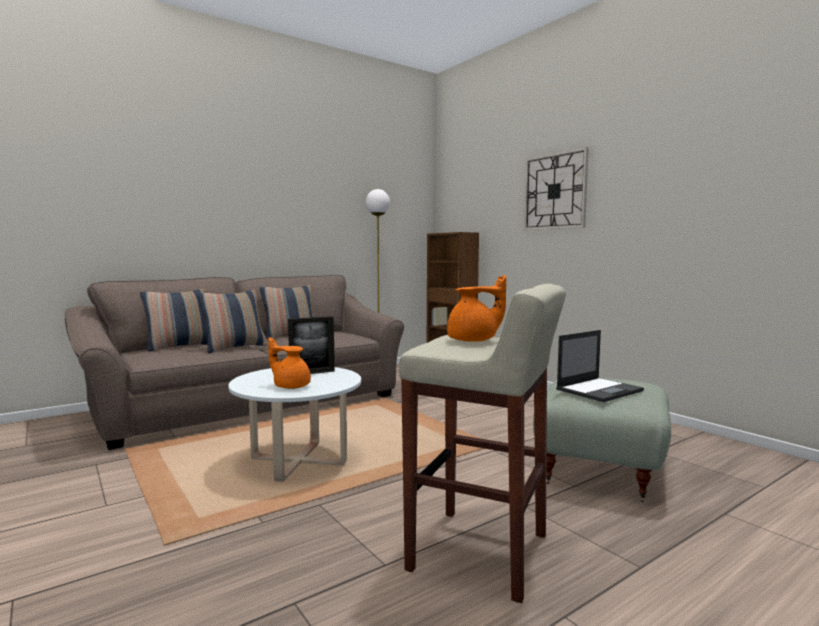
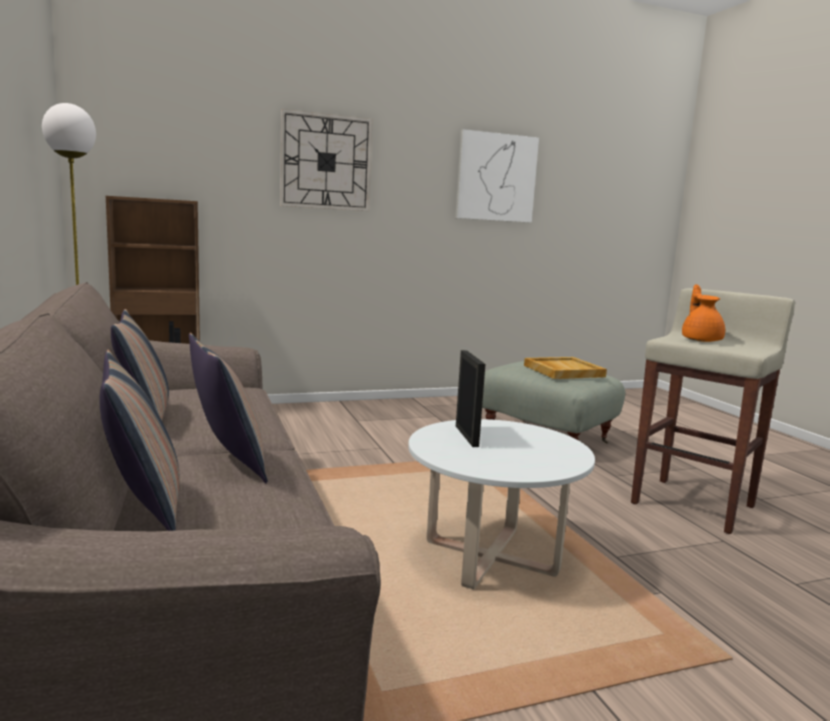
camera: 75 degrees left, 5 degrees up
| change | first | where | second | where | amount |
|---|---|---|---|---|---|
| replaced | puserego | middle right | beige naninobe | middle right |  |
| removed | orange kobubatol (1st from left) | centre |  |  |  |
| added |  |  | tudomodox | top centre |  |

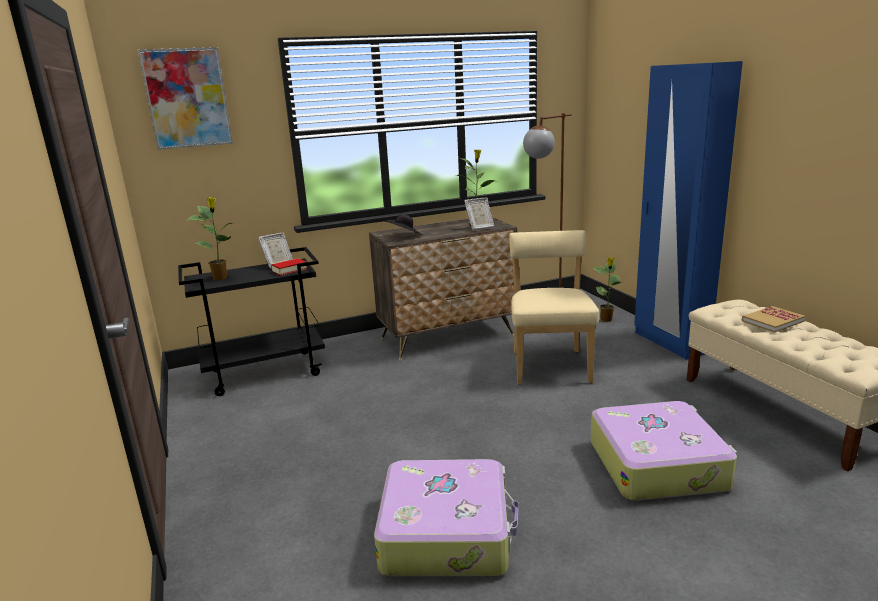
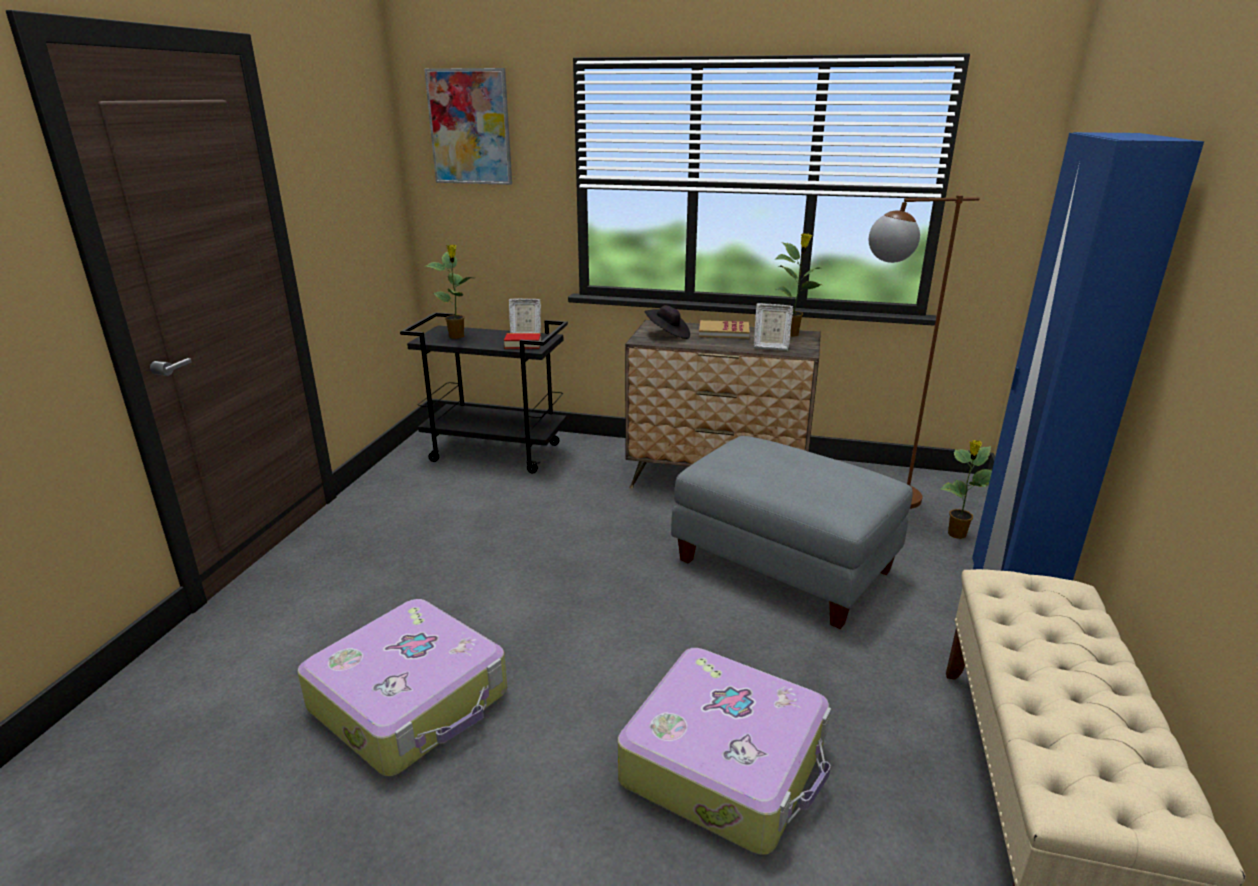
camera: 35 degrees right, 5 degrees up
| change | first | where | second | where | amount |
|---|---|---|---|---|---|
| replaced | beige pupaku | centre | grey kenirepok | centre |  |
| moved | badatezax (2nd from left) | middle right |  | centre |  |

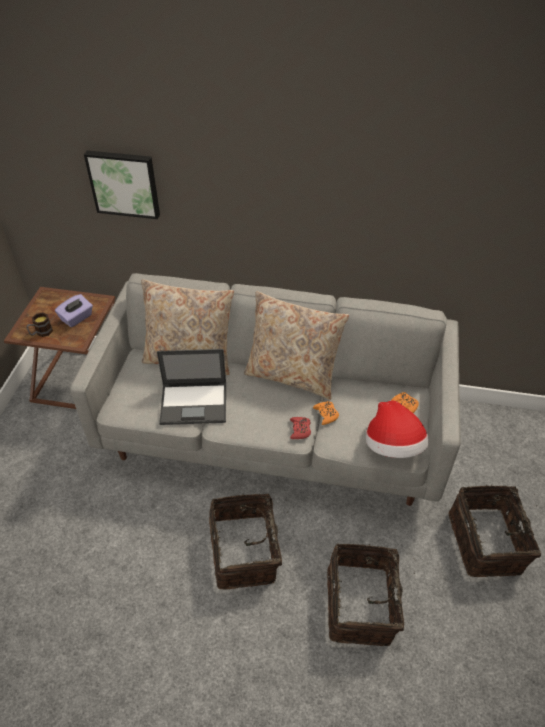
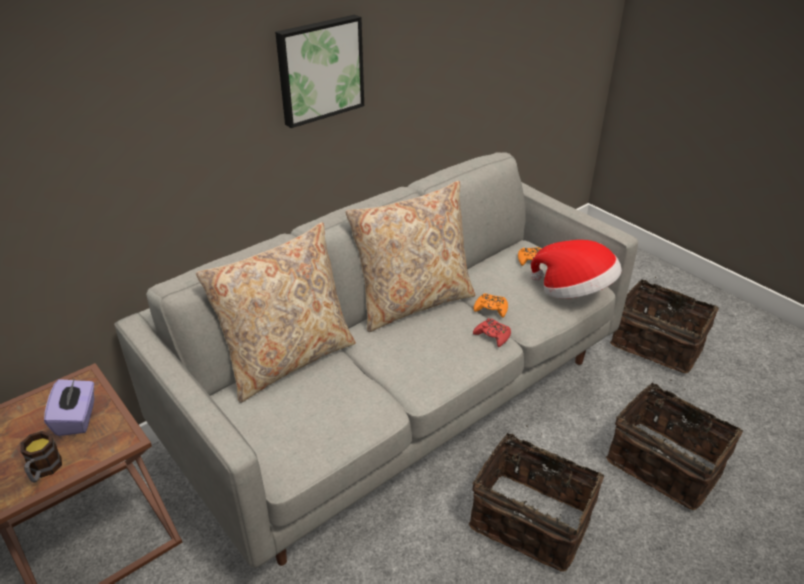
camera: 50 degrees left, 10 degrees down
| change | first | where | second | where | amount |
|---|---|---|---|---|---|
| moved | tudomodox | top left |  | top centre |  |
| removed | puserego | centre |  |  |  |

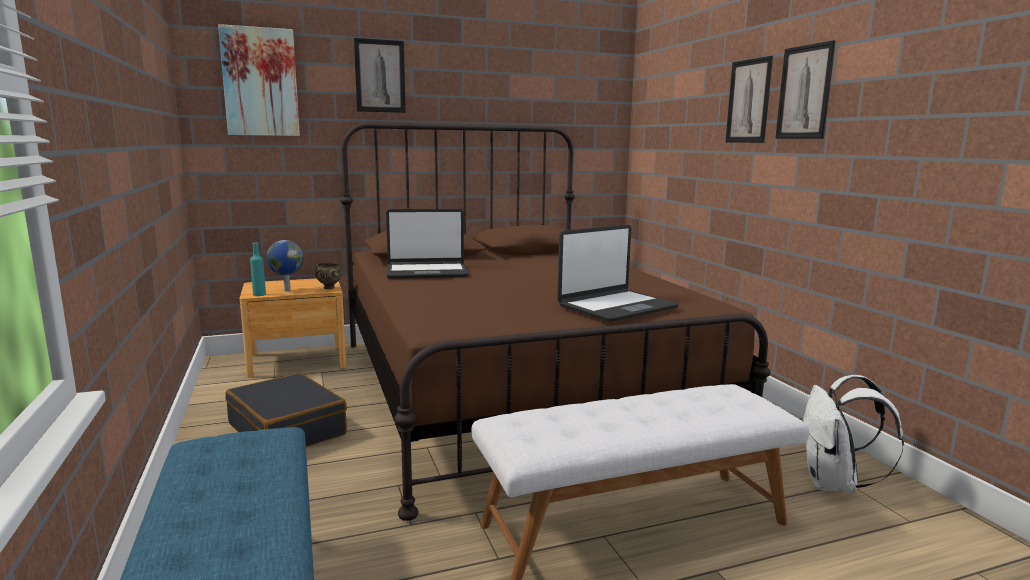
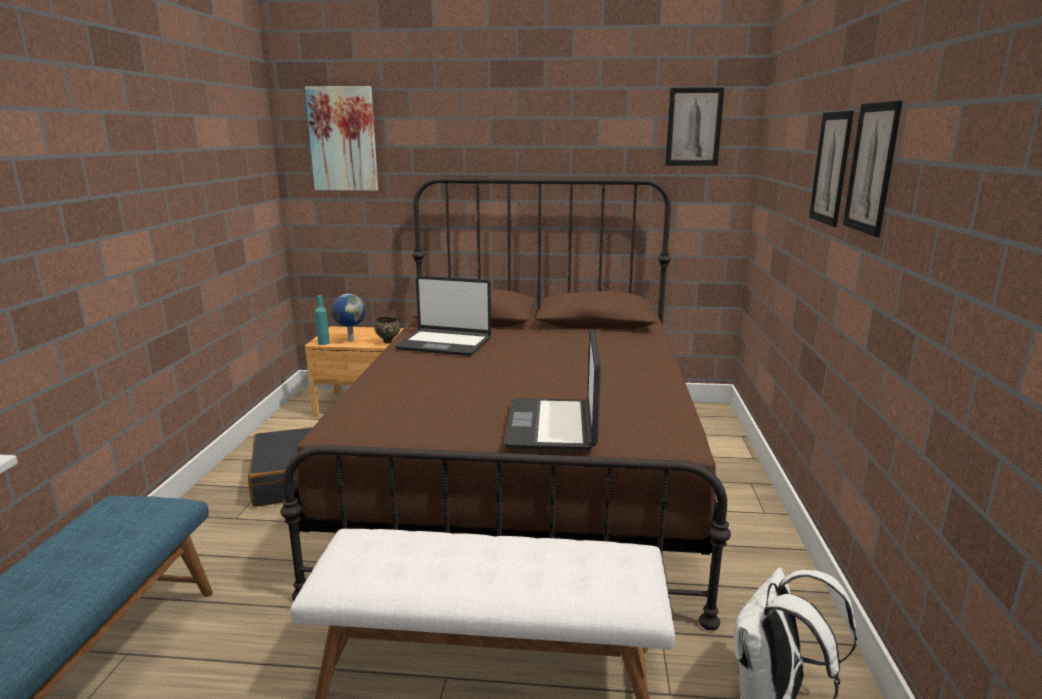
camera: 25 degrees right, 5 degrees up
| change | first | where | second | where | amount |
|---|---|---|---|---|---|
| moved | tudomodox (2nd from left) | top centre |  | top right |  |
| turned | puserego (2nd from left) | centre |  | centre | 105 degrees clockwise |

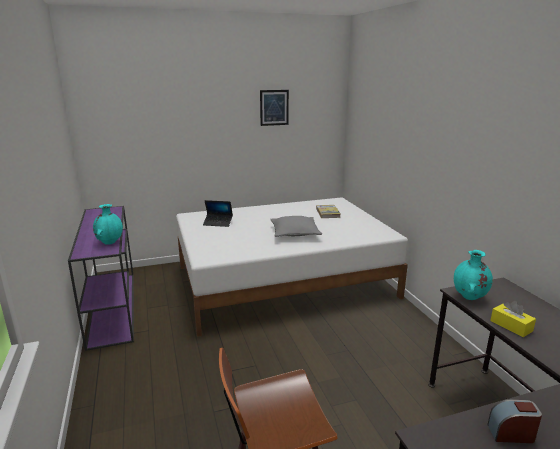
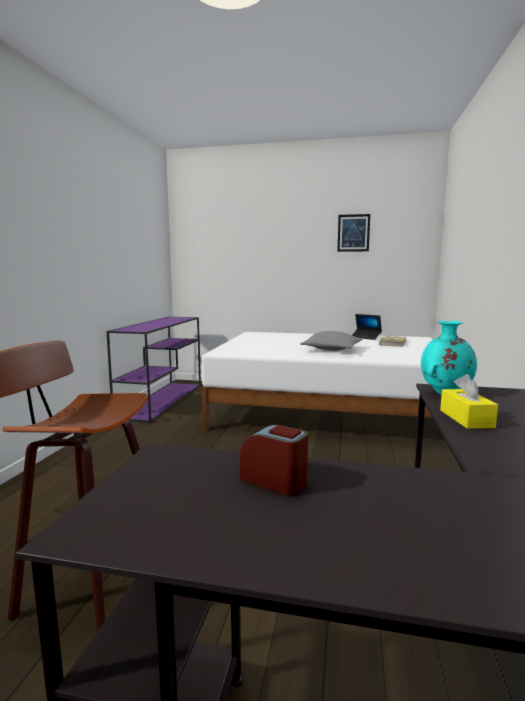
camera: 30 degrees right, 10 degrees down
| change | first | where | second | where | amount |
|---|---|---|---|---|---|
| moved | puserego | centre |  | middle right |  |
| removed | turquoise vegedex (1st from left) | middle left |  |  |  |

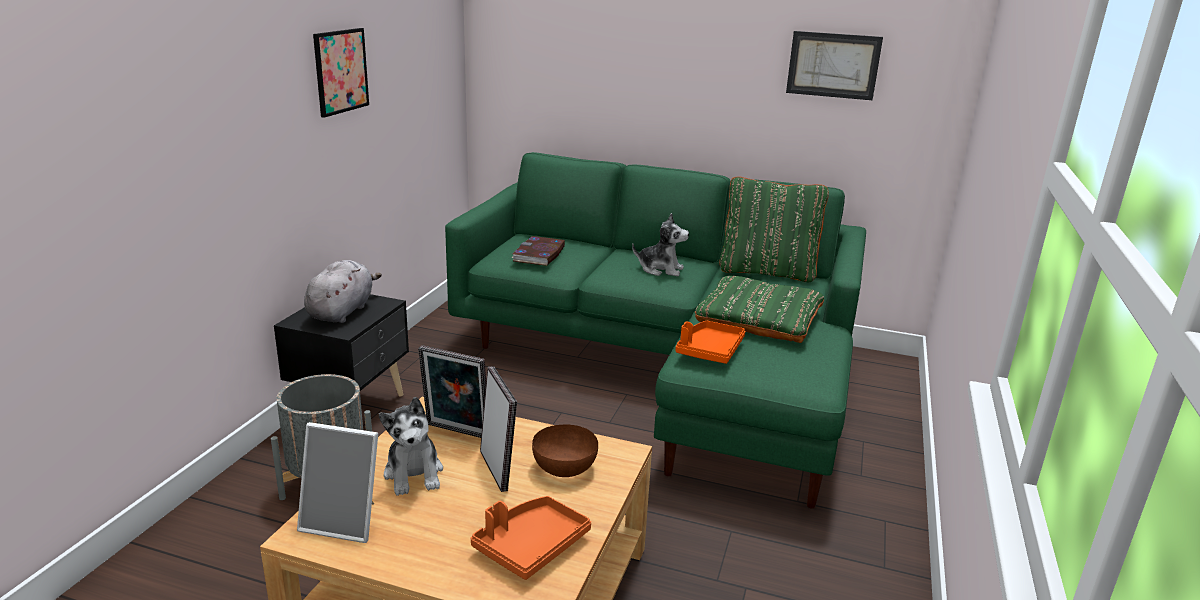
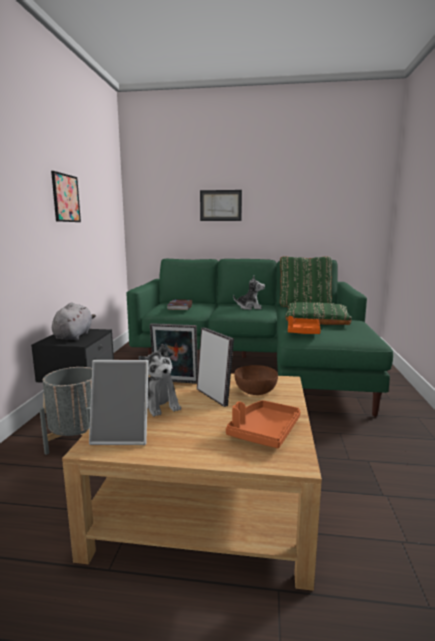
camera: 10 degrees left, 10 degrees down
| change | first | where | second | where | amount |
|---|---|---|---|---|---|
| moved | tudomodox (2nd from left) | top right |  | top centre |  |

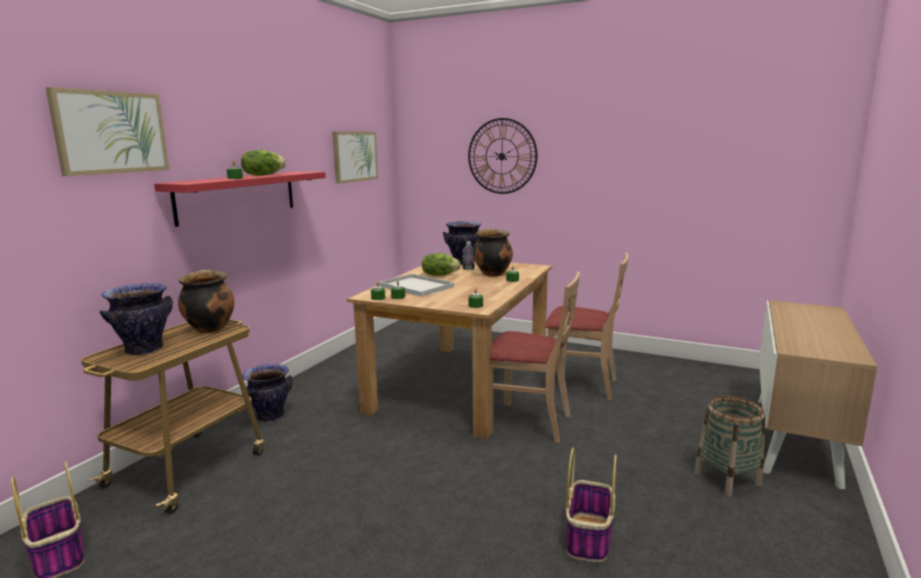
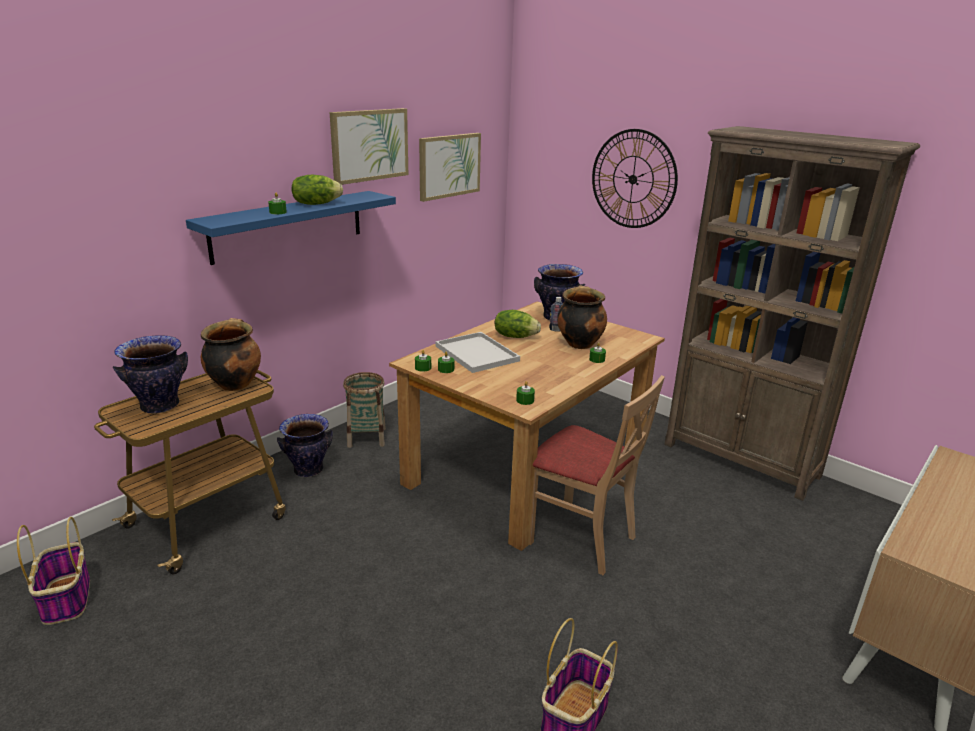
camera: 15 degrees right, 10 degrees up
| change | first | where | second | where | amount |
|---|---|---|---|---|---|
| moved | tudomodox (1st from left) | top left |  | top centre |  |
| recoloured | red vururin | middle left | blue vururin | top left |  |
| removed | beige pupaku (2nd from left) | centre |  |  |  |
| moved | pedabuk (3rd from left in the first image) | bottom right | pedabuk (2nd from left) | centre |  |
| added |  |  | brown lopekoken | middle right |  |

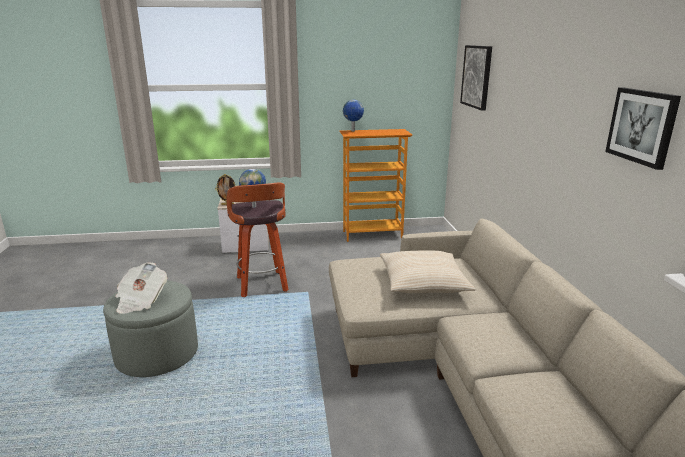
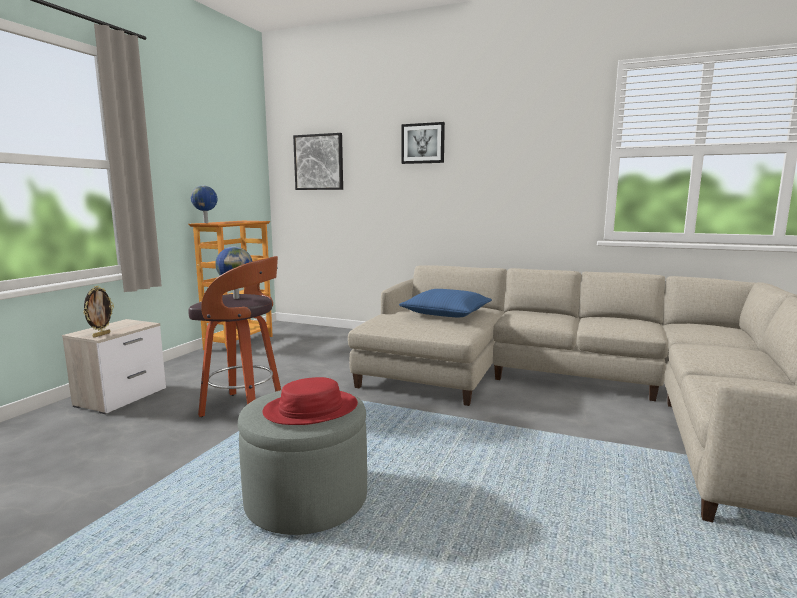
camera: 60 degrees left, 10 degrees down
| change | first | where | second | where | amount |
|---|---|---|---|---|---|
| moved | tudomodox (2nd from left) | top right |  | top centre |  |
| recoloured | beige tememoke | centre | blue tememoke | centre |  |
| replaced | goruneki | middle left | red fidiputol | bottom centre |  |

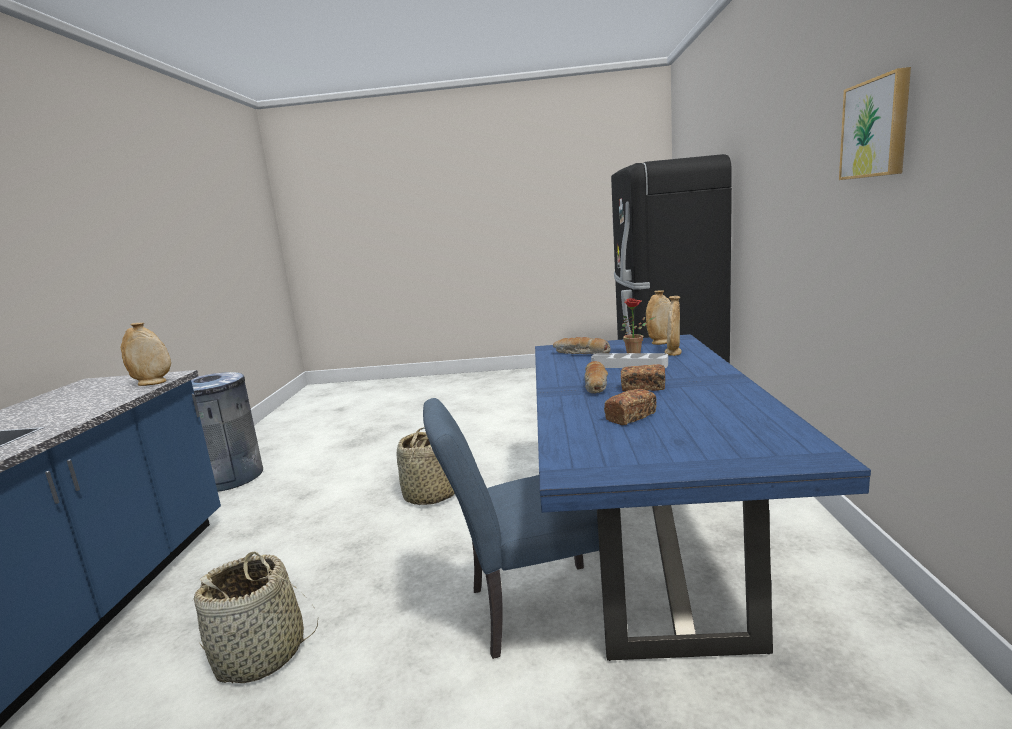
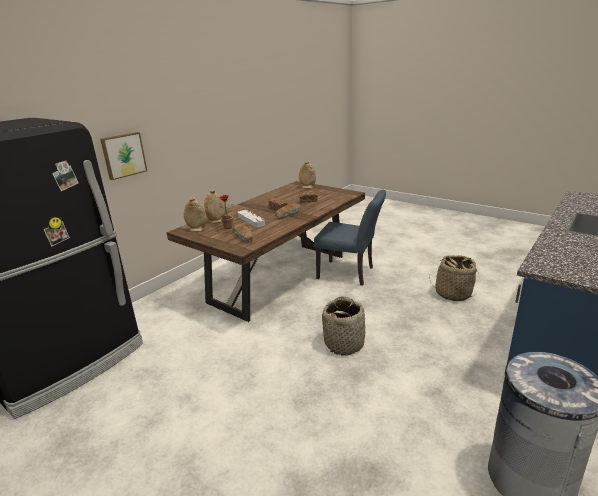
camera: 145 degrees left, 10 degrees up
| change | first | where | second | where | amount |
|---|---|---|---|---|---|
| moved | tudomodox | top right |  | top left |  |
| moved | beige vegedex (1st from left in the first image) | middle left | beige vegedex (3rd from left) | centre |  |
| recoloured | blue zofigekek | bottom right | brown zofigekek | centre |  |

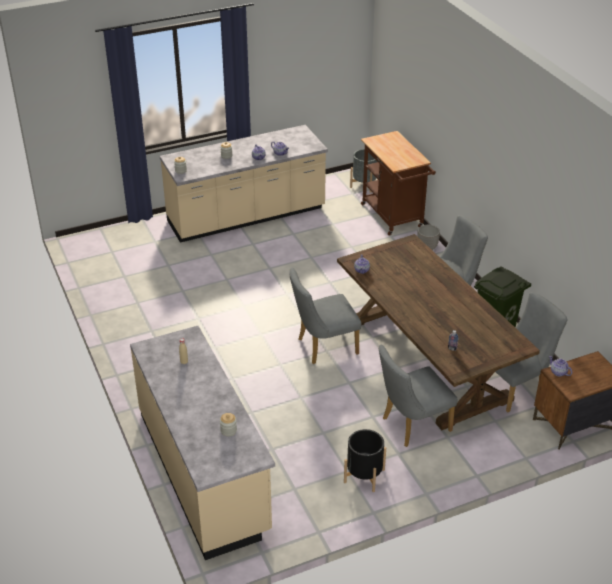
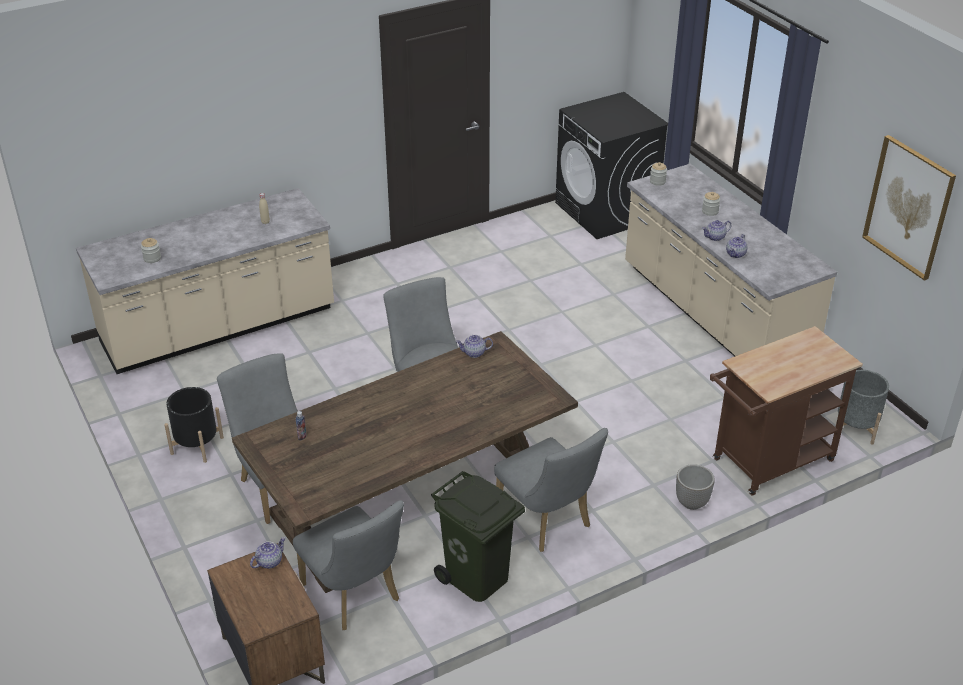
camera: 85 degrees right, 0 degrees up
| change | first | where | second | where | amount |
|---|---|---|---|---|---|
| added |  |  | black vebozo | top centre |  |
| added |  |  | tudomodox | top right |  |

